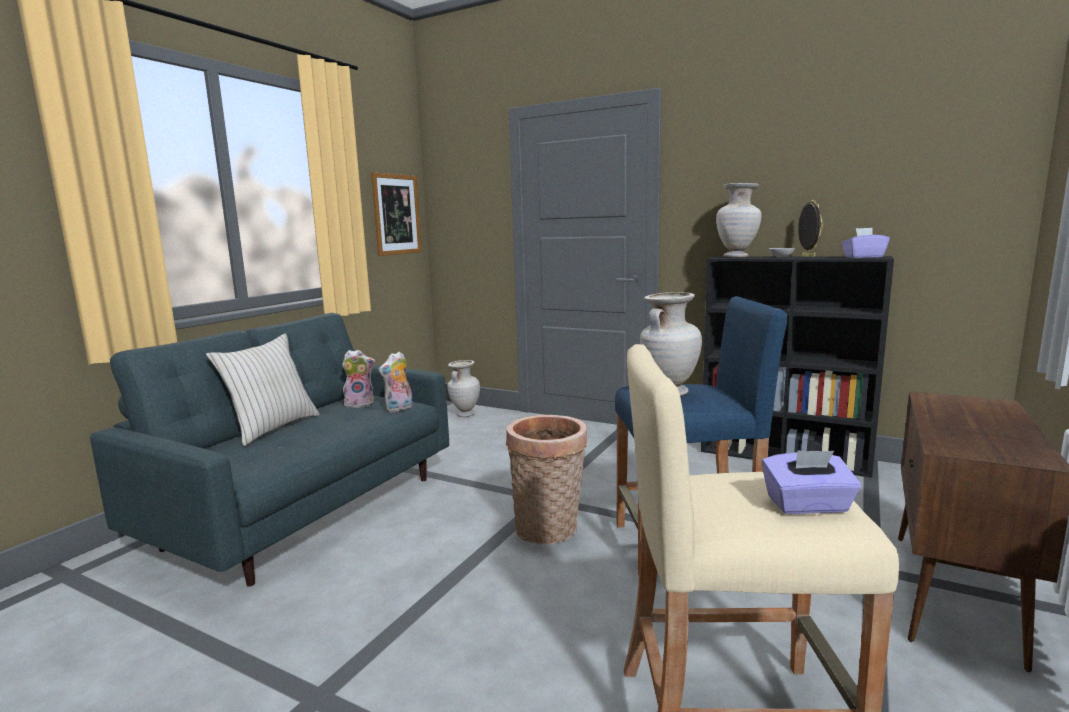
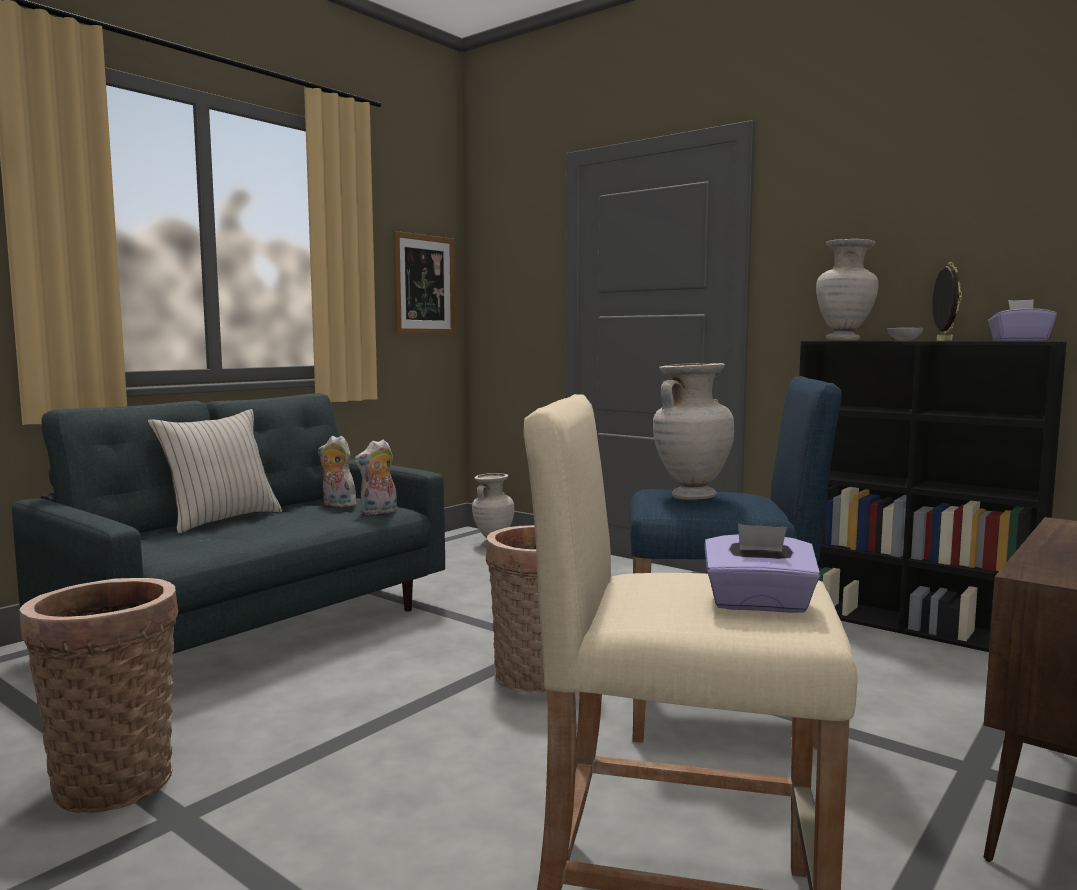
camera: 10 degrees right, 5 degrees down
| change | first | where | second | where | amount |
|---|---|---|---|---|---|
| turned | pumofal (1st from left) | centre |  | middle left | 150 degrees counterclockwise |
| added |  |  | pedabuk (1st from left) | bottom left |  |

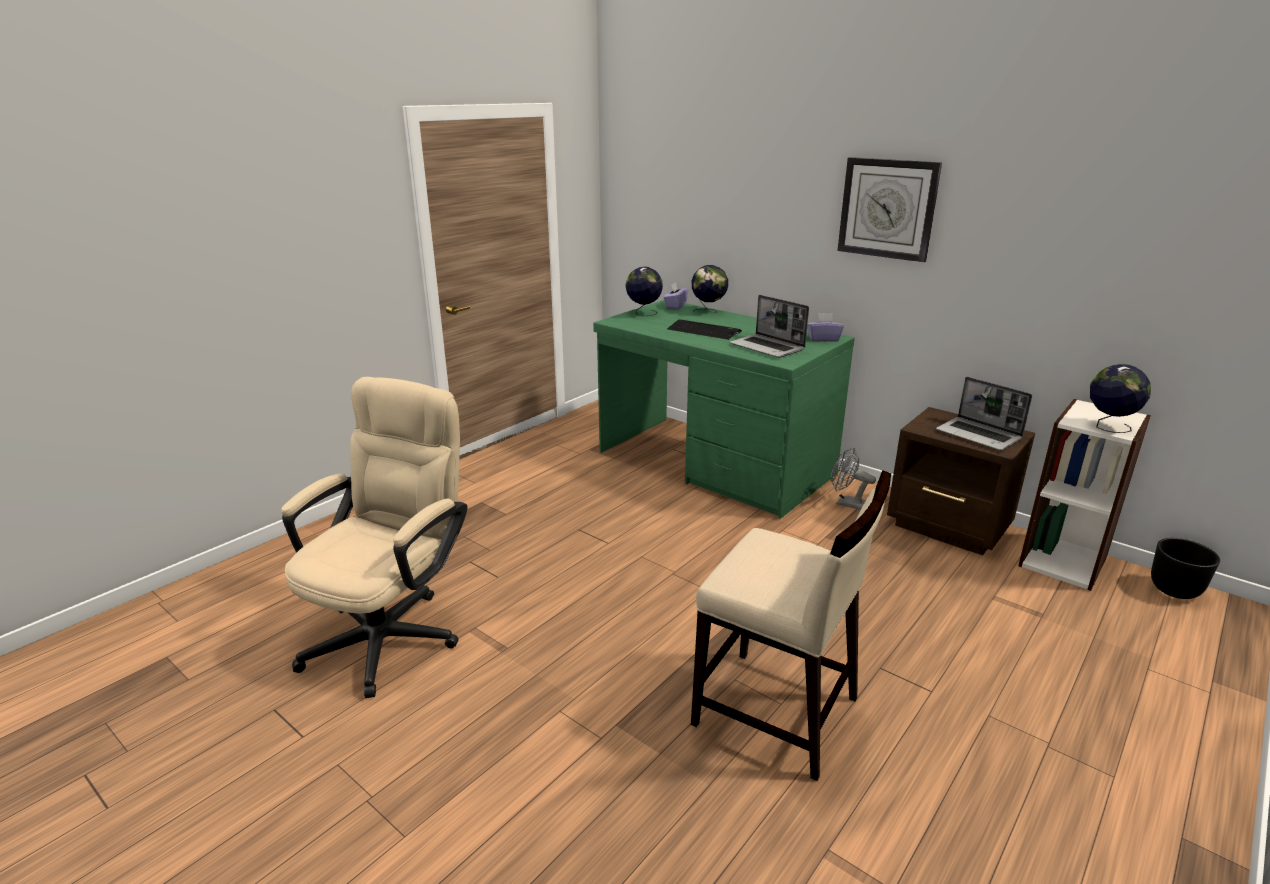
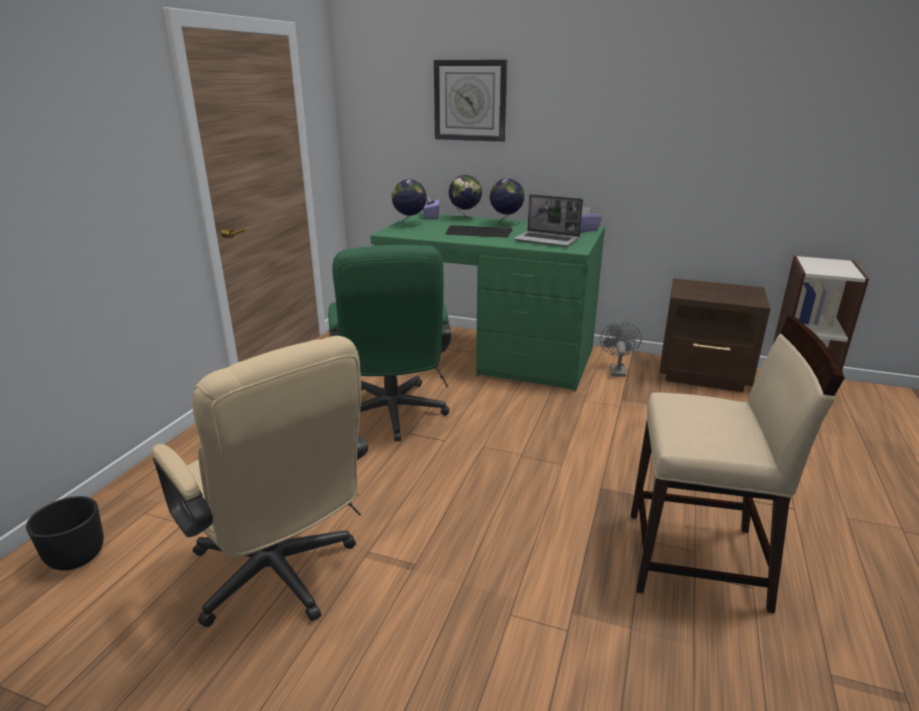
camera: 20 degrees left, 0 degrees up
| change | first | where | second | where | amount |
|---|---|---|---|---|---|
| moved | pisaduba | top right |  | top centre |  |
| moved | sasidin (3rd from left) | middle right |  | top centre |  |
| turned | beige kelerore | middle left |  | bottom left | 135 degrees clockwise |
| removed | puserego (2nd from left) | middle right |  |  |  |
| turned | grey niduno | middle right |  | middle right | 90 degrees clockwise |
| moved | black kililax | middle right |  | bottom left |  |
| added |  |  | green kelerore | centre |  |

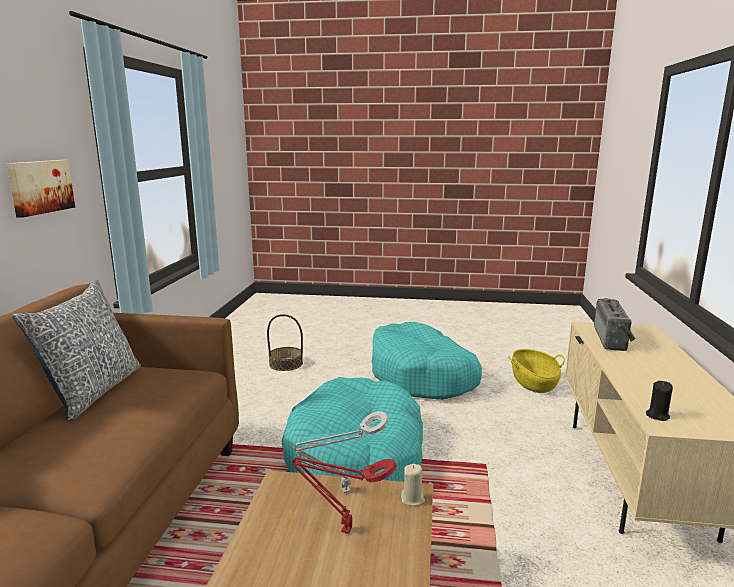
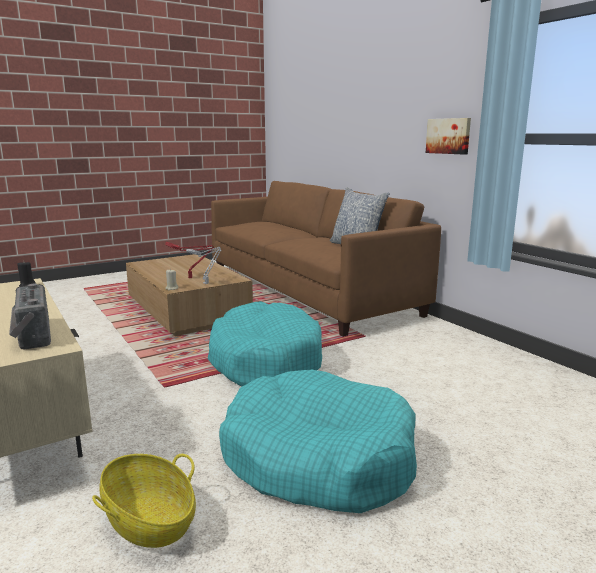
camera: 140 degrees right, 0 degrees up
| change | first | where | second | where | amount |
|---|---|---|---|---|---|
| removed | pedabuk (1st from left) | centre |  |  |  |

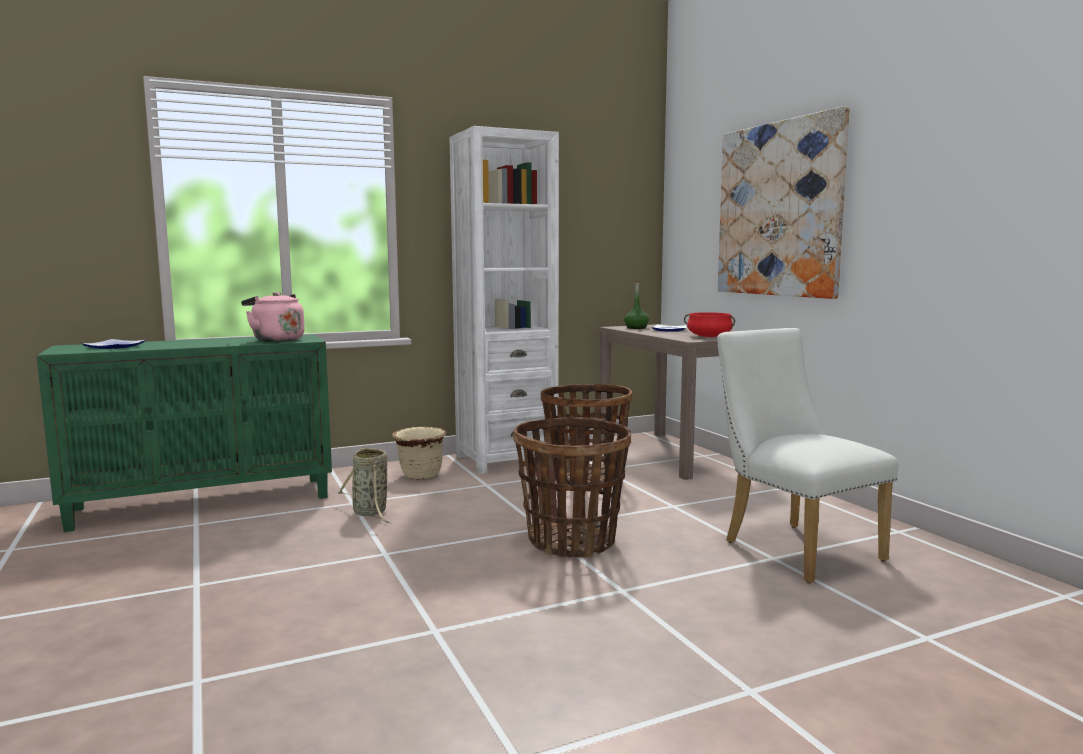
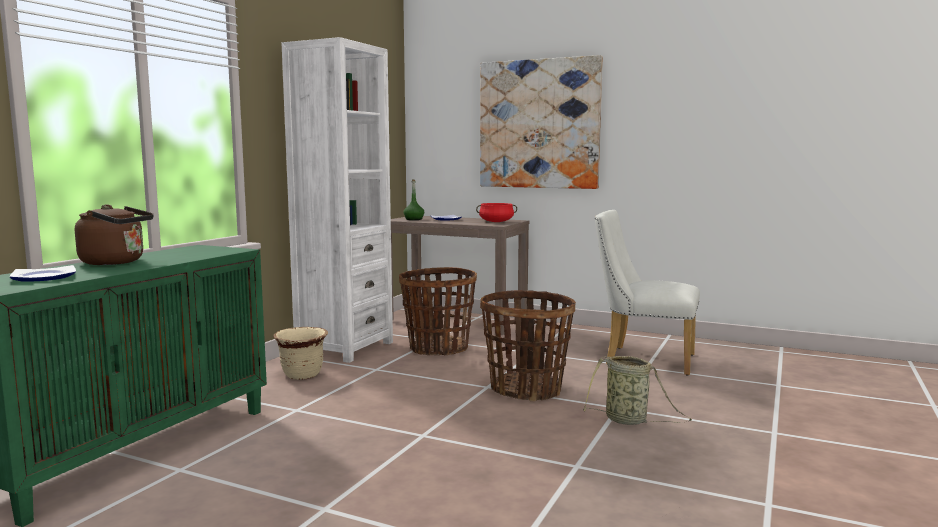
camera: 40 degrees left, 0 degrees up
| change | first | where | second | where | amount |
|---|---|---|---|---|---|
| removed | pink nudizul | middle left |  |  |  |
| moved | pedabuk (1st from left in the first image) | centre | pedabuk (3rd from left) | bottom right |  |
| added |  |  | brown nudizul | middle left |  |

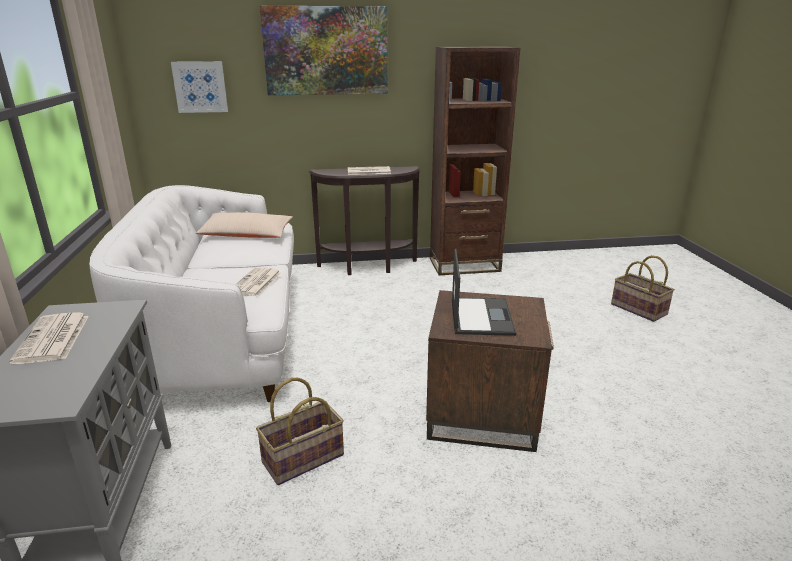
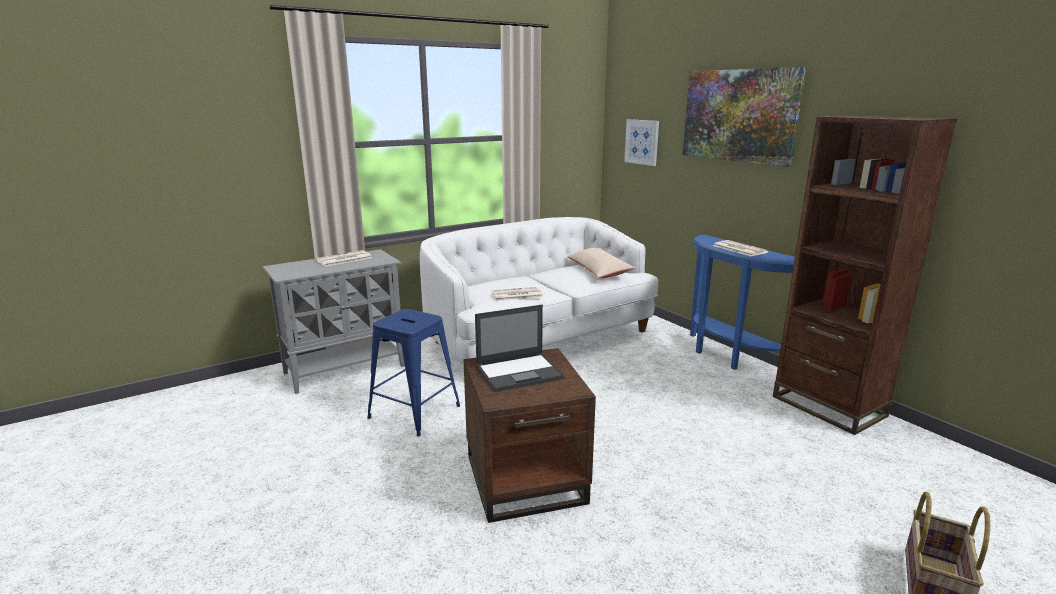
camera: 65 degrees right, 5 degrees down
| change | first | where | second | where | amount |
|---|---|---|---|---|---|
| recoloured | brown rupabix | centre | blue rupabix | middle right |  |
| replaced | pedabuk (1st from left) | bottom centre | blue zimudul | centre |  |

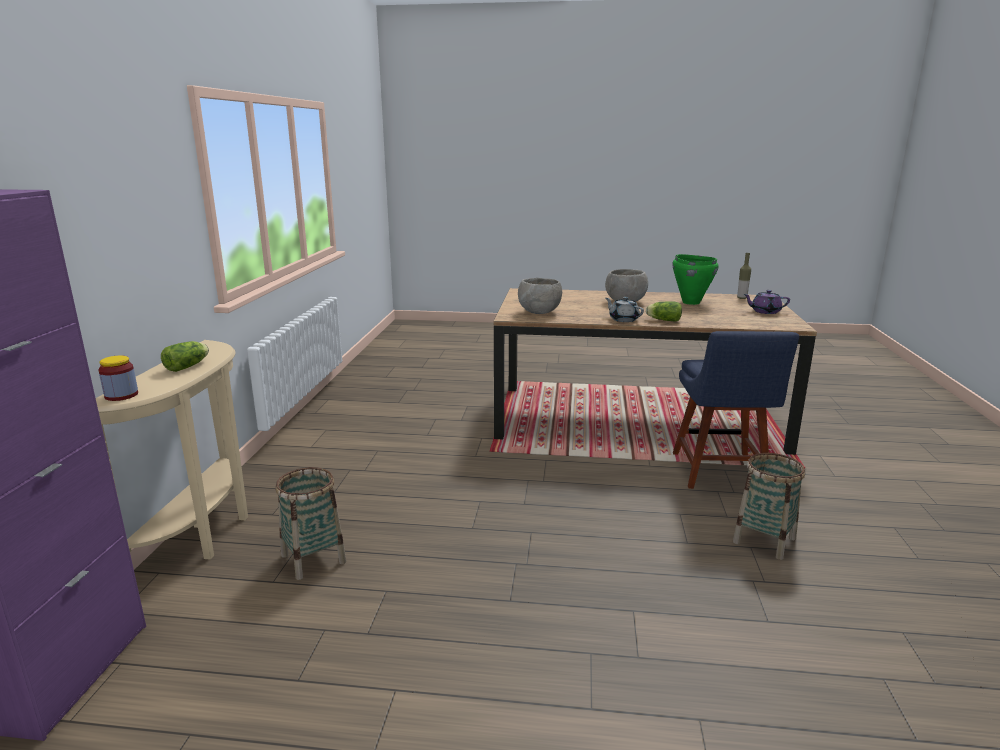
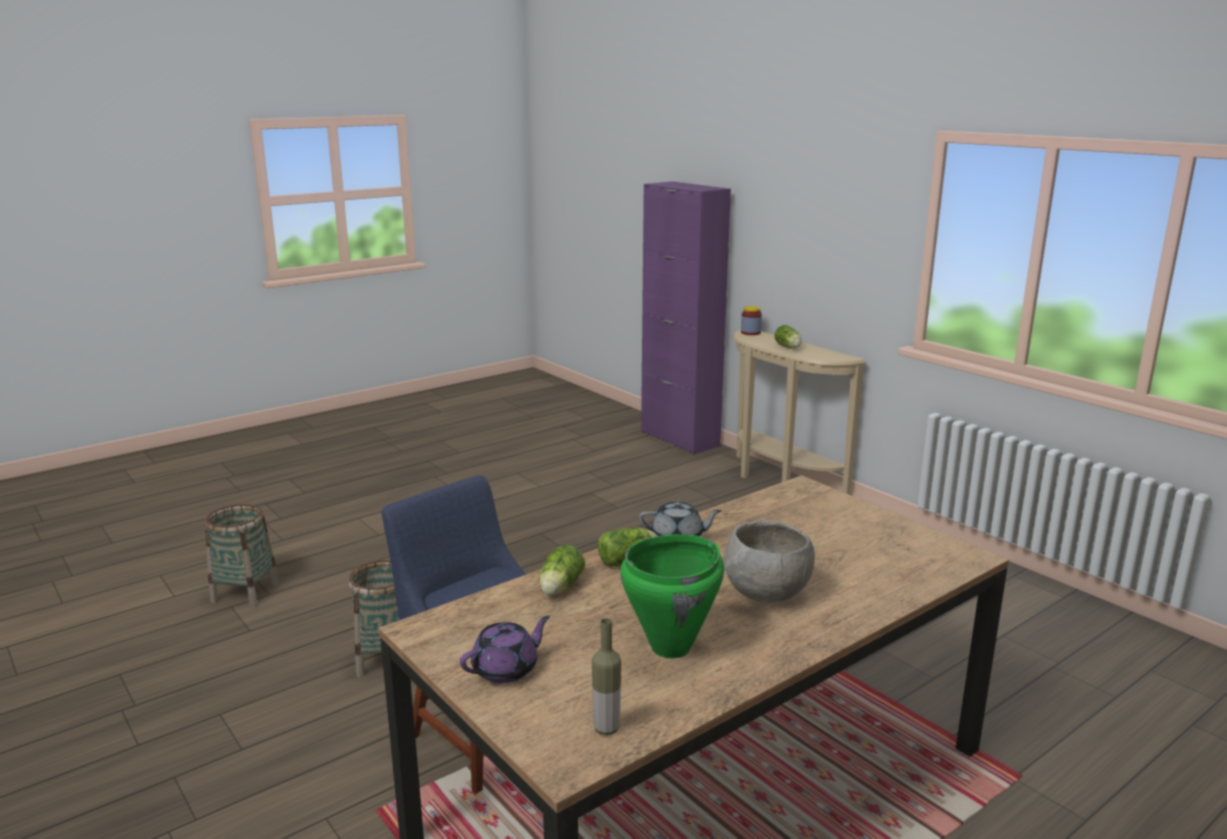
camera: 135 degrees right, 0 degrees up
| change | first | where | second | where | amount |
|---|---|---|---|---|---|
| removed | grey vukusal (1st from left) | centre |  |  |  |
| moved | pedabuk (1st from left) | bottom left |  | middle left |  |
| added |  |  | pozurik (1st from left) | bottom centre |  |

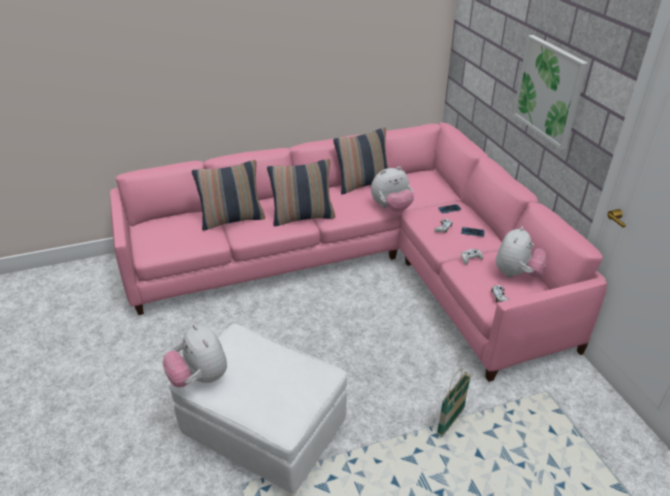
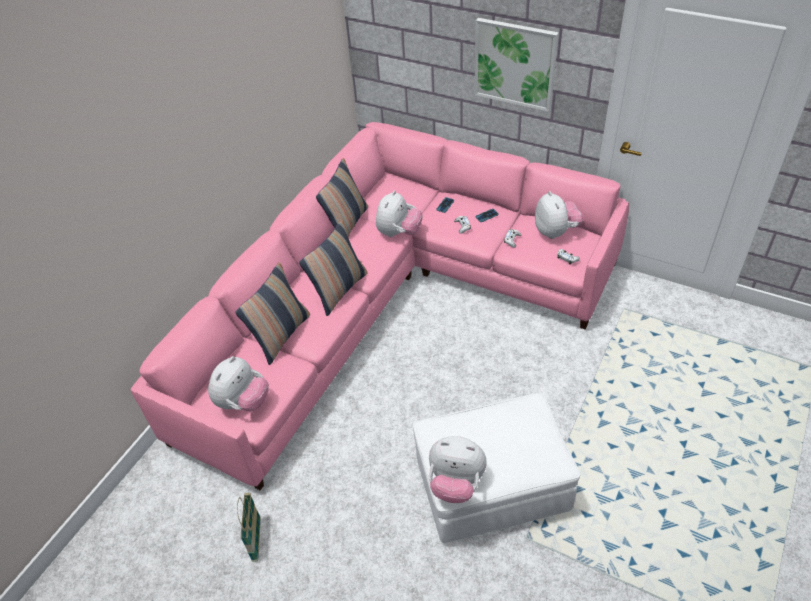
camera: 40 degrees left, 10 degrees up
| change | first | where | second | where | amount |
|---|---|---|---|---|---|
| moved | pedabuk | bottom right |  | bottom left |  |
| added |  |  | pumofal (1st from left) | middle left |  |

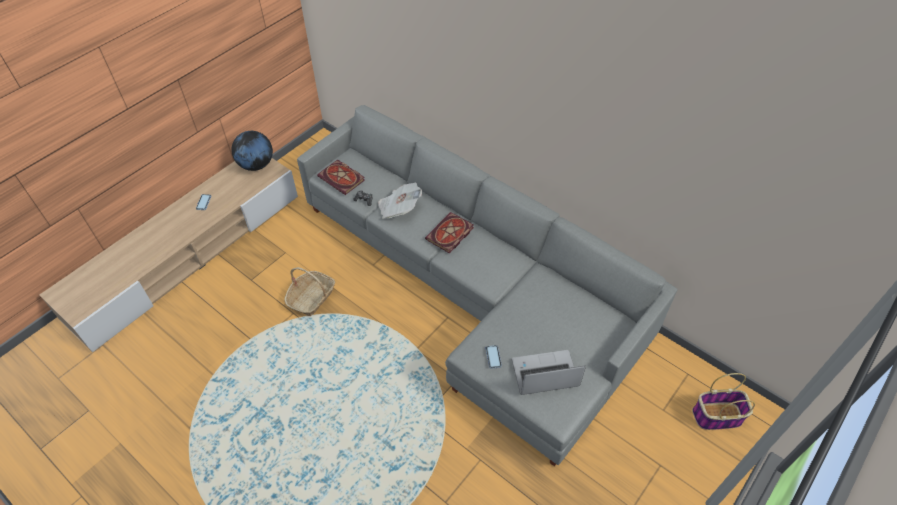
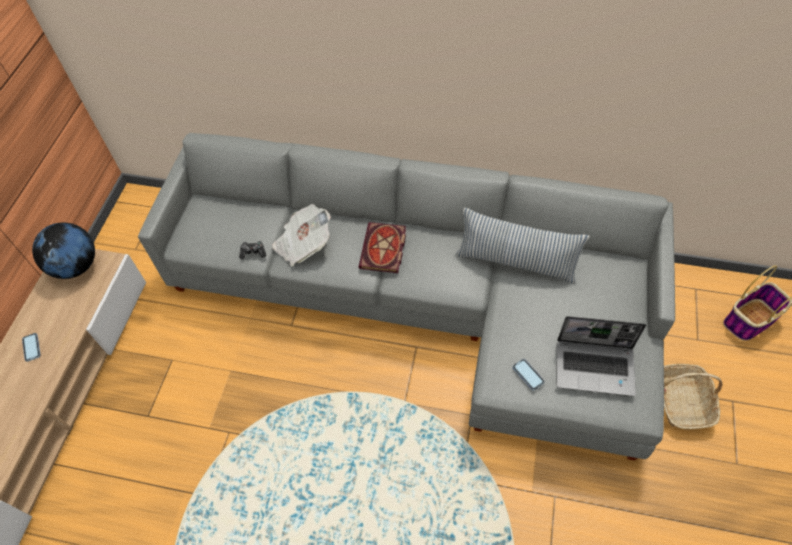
camera: 25 degrees left, 5 degrees up
| change | first | where | second | where | amount |
|---|---|---|---|---|---|
| removed | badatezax (1st from left) | centre |  |  |  |
| moved | pedabuk (1st from left) | centre |  | bottom right |  |
| turned | puserego | bottom centre |  | middle right | 135 degrees counterclockwise |
| added |  |  | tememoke | centre |  |

